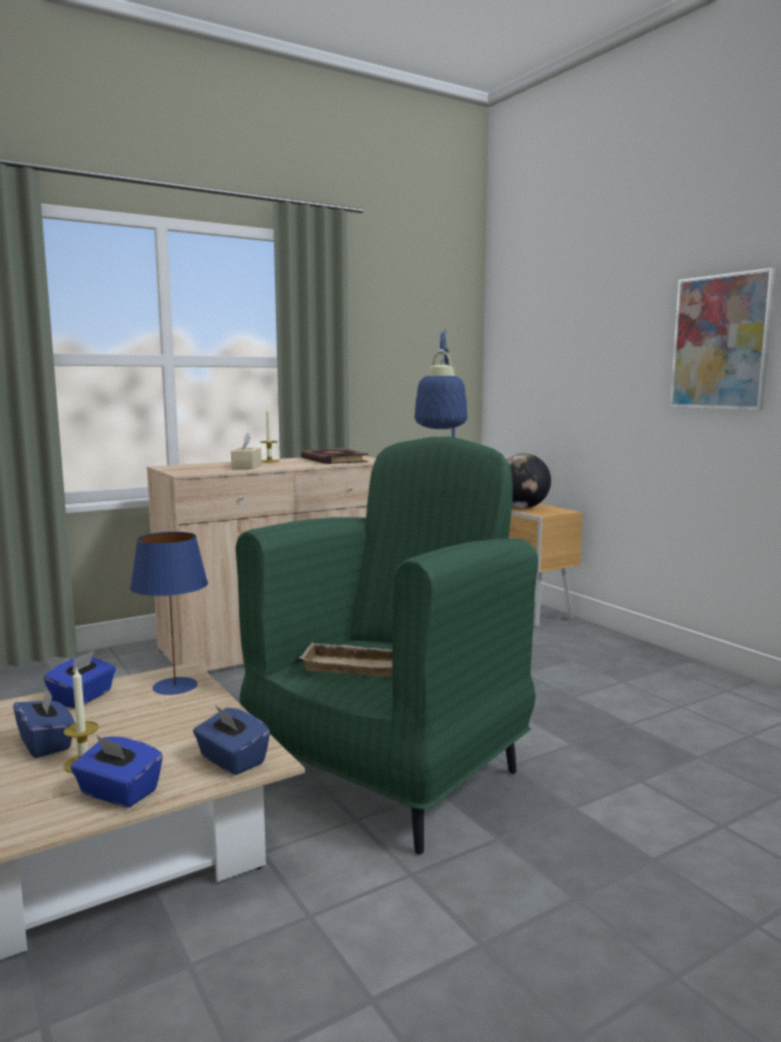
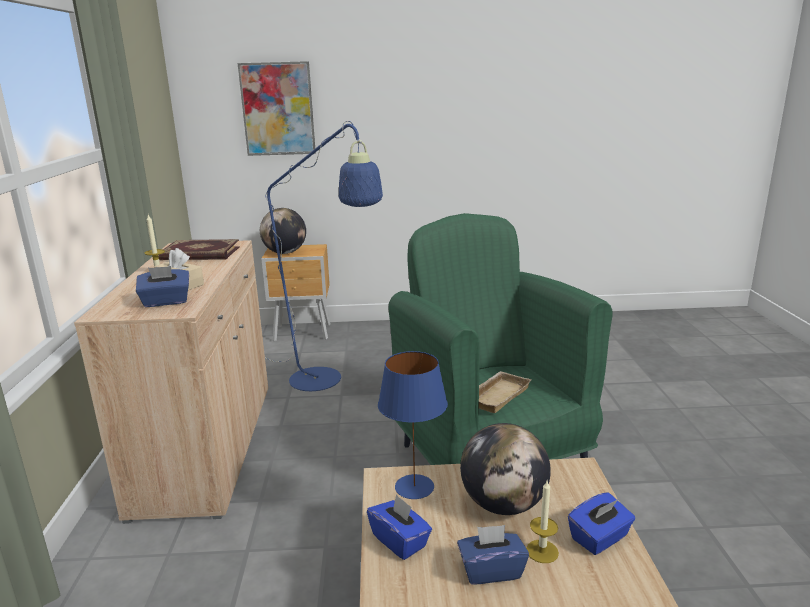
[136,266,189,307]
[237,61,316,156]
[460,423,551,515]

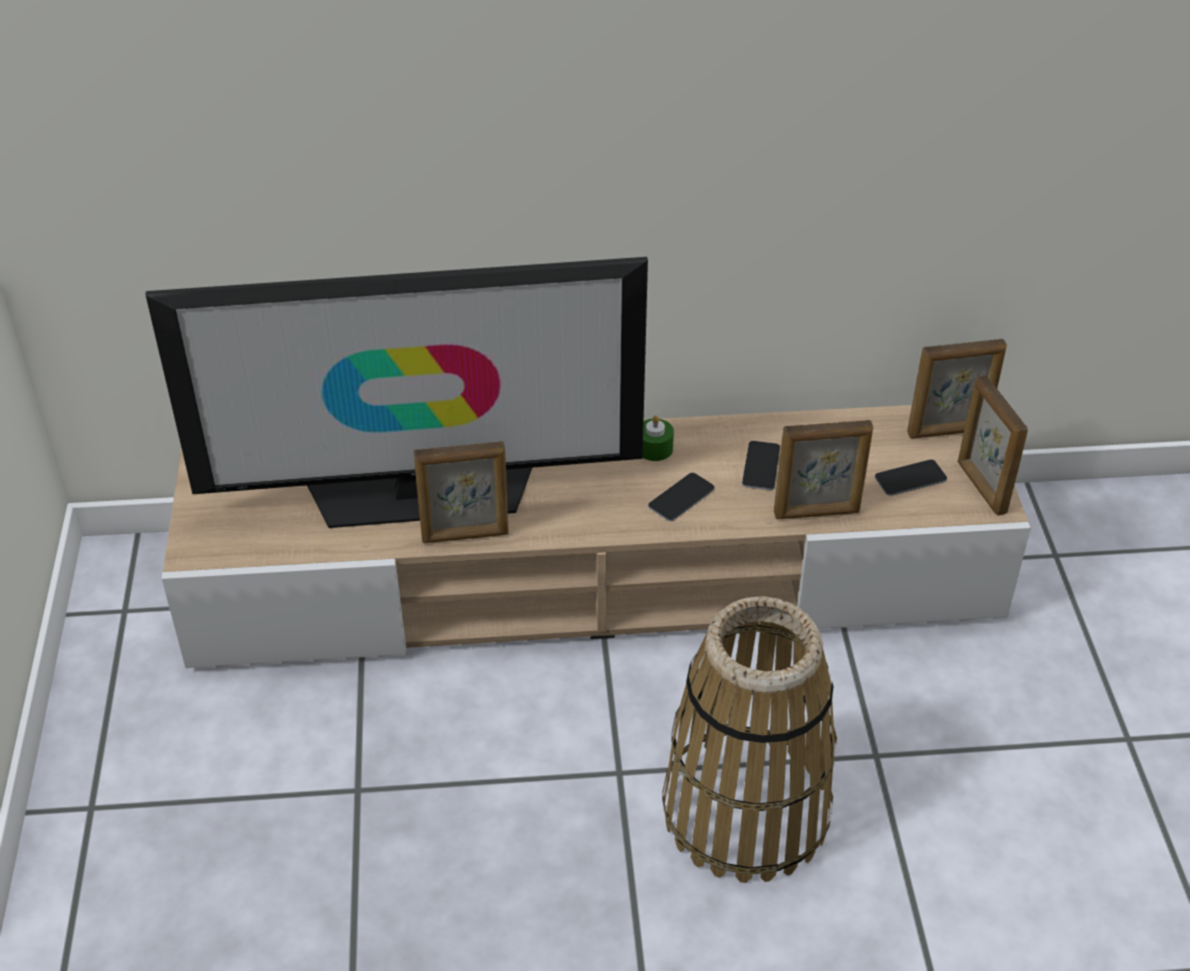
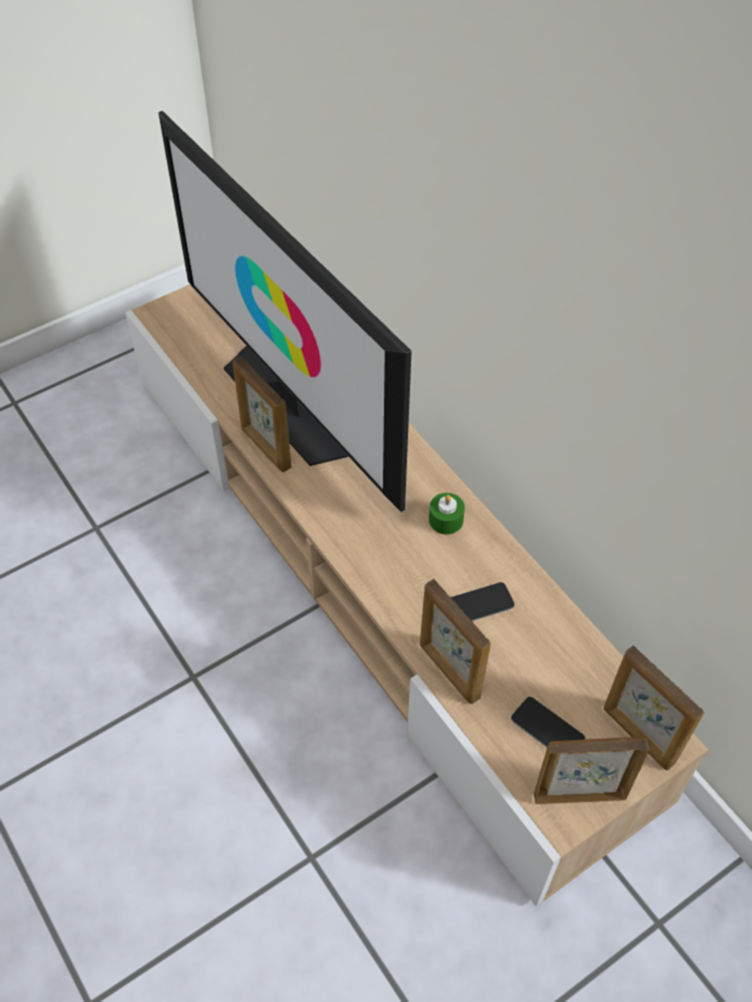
[534,737,649,805]
[648,473,715,521] (first image)
[662,596,837,883] (first image)

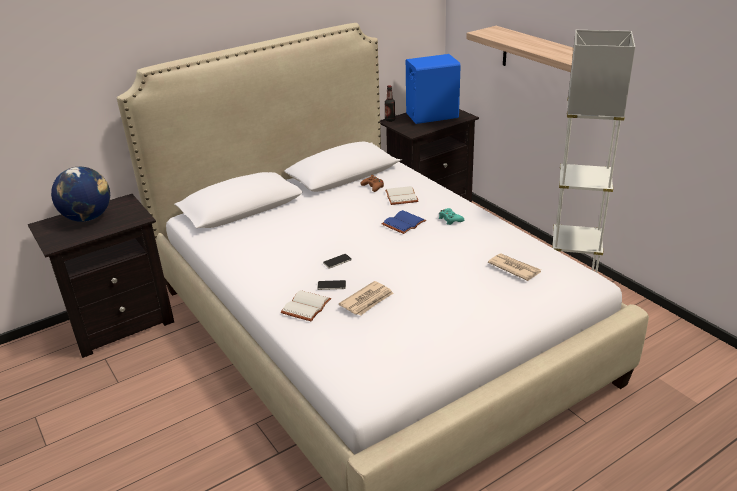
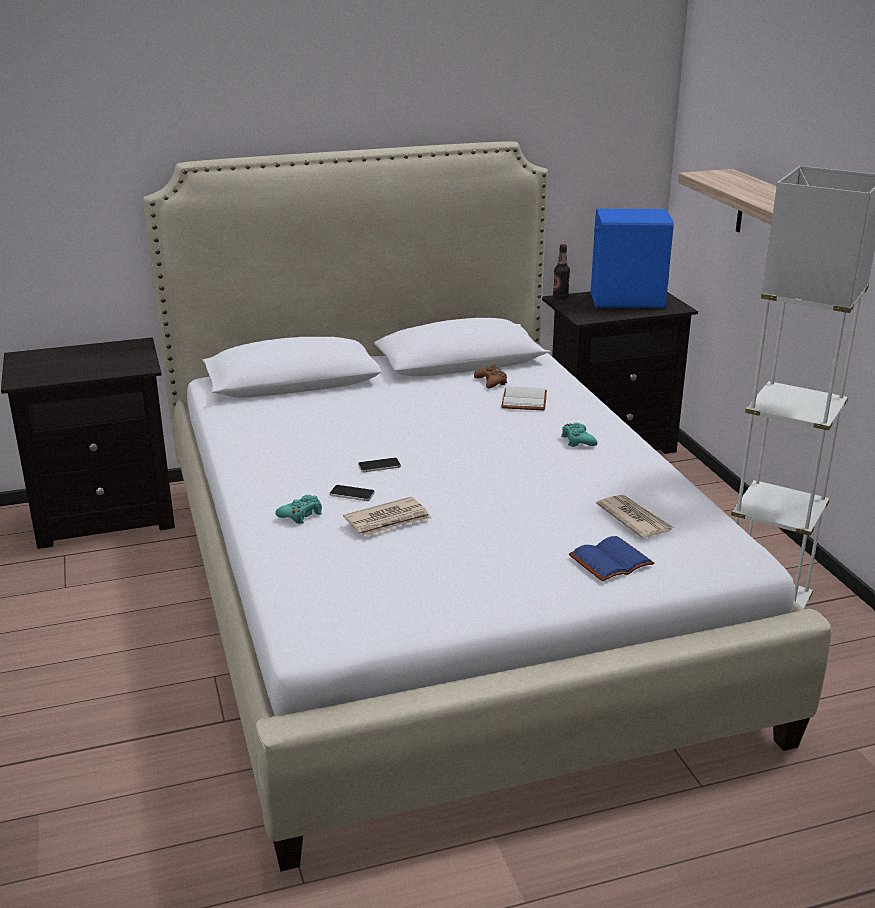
[275,495,322,524]
[569,536,654,582]
[51,167,110,222] (first image)

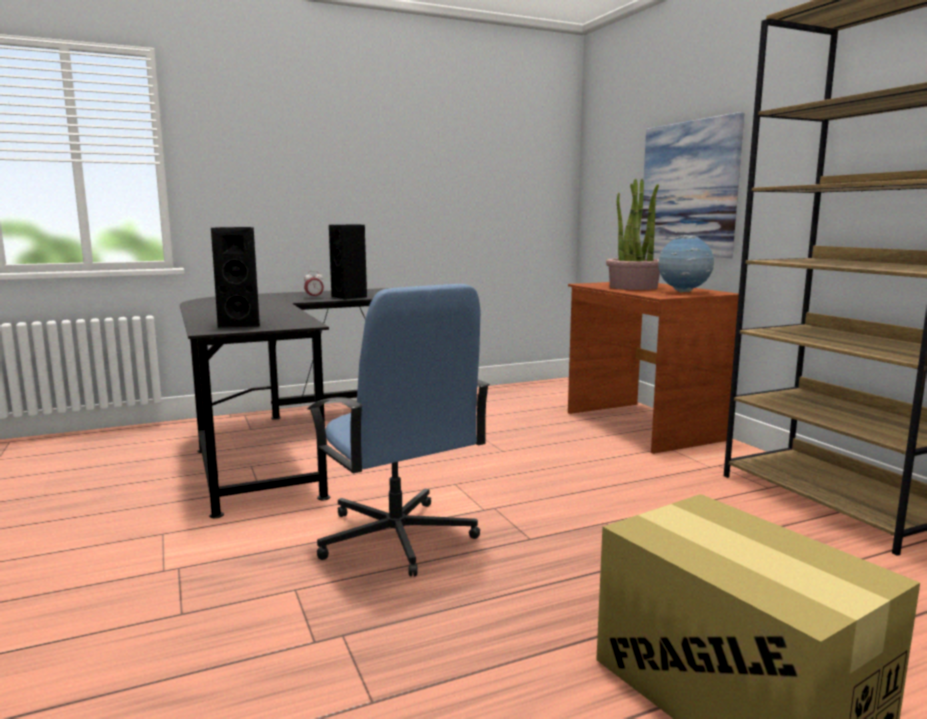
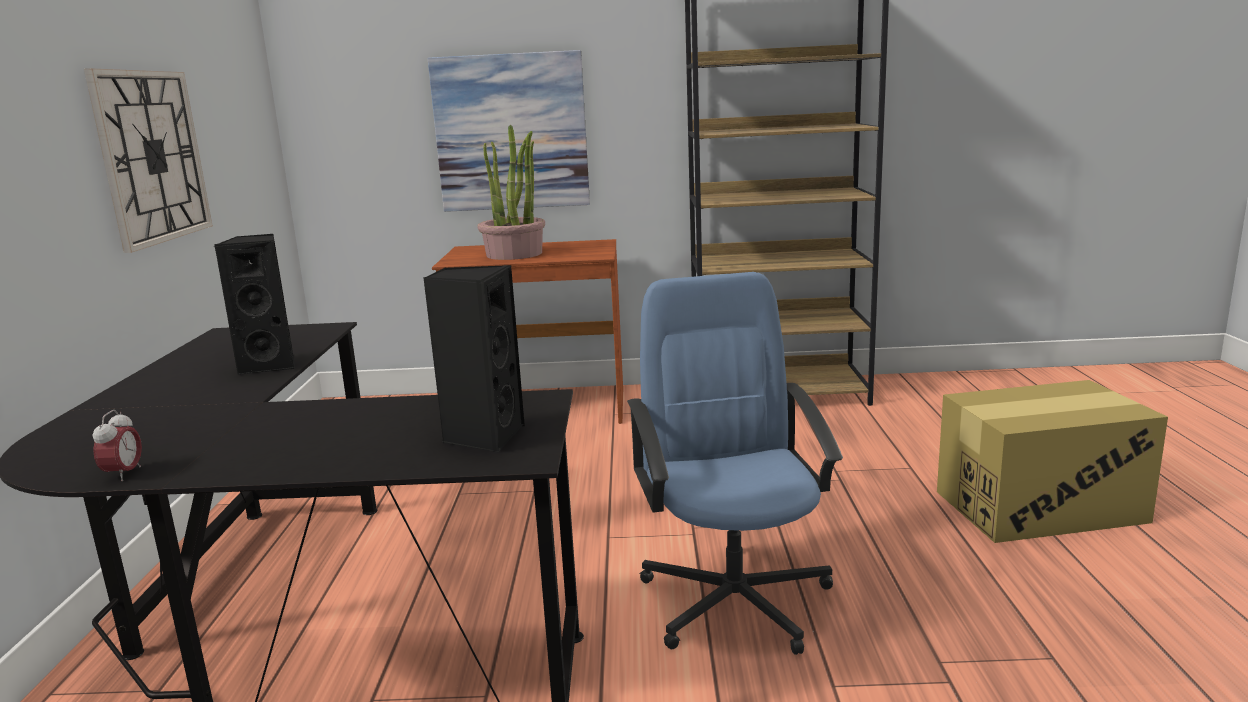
[84,69,213,253]
[92,410,142,481]
[627,272,843,655]
[658,235,714,293] (first image)

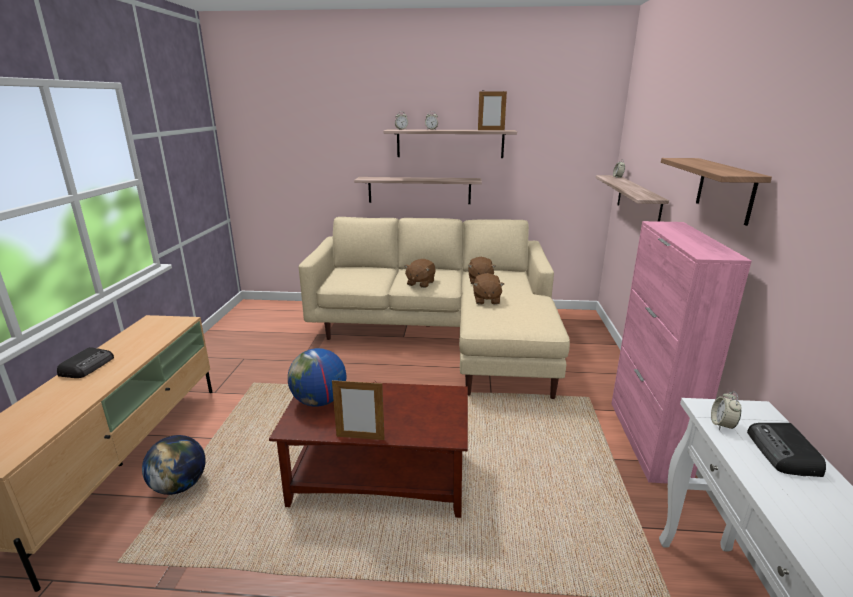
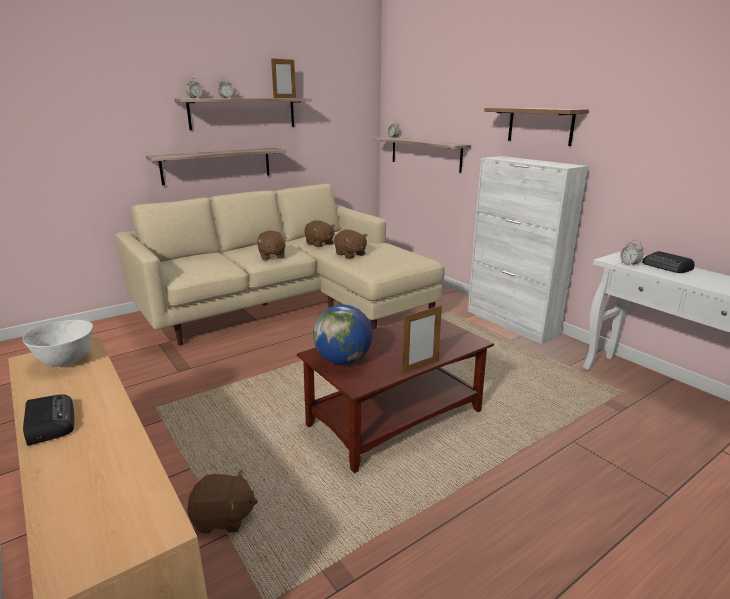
[23,320,93,367]
[187,470,258,534]
[468,156,588,344]

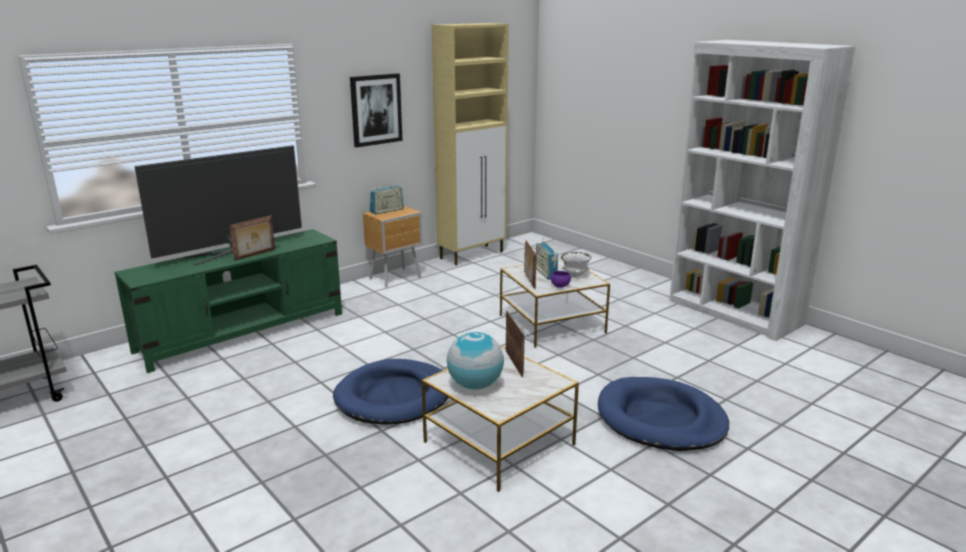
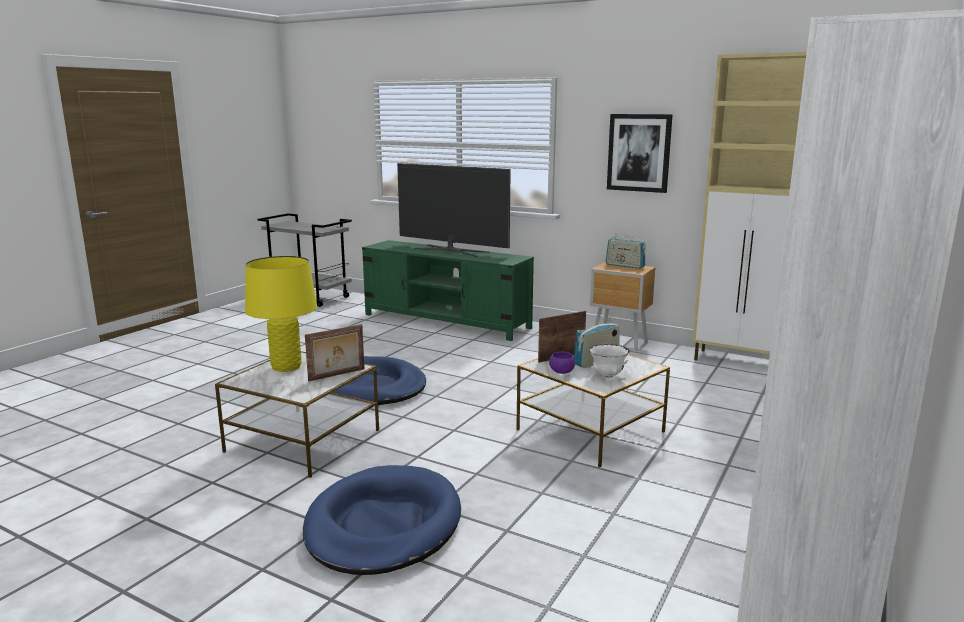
[245,256,317,372]
[230,215,275,261] (first image)

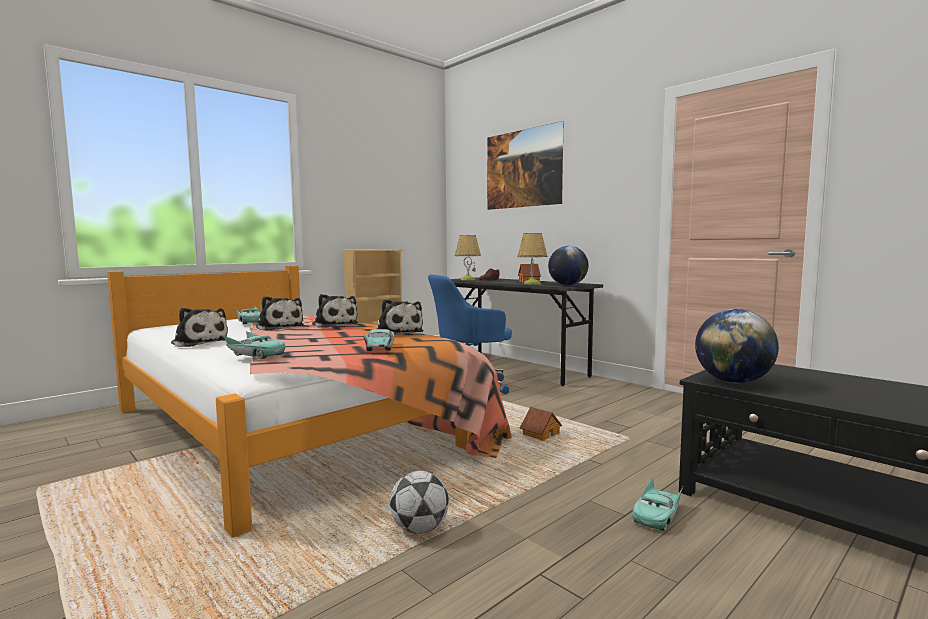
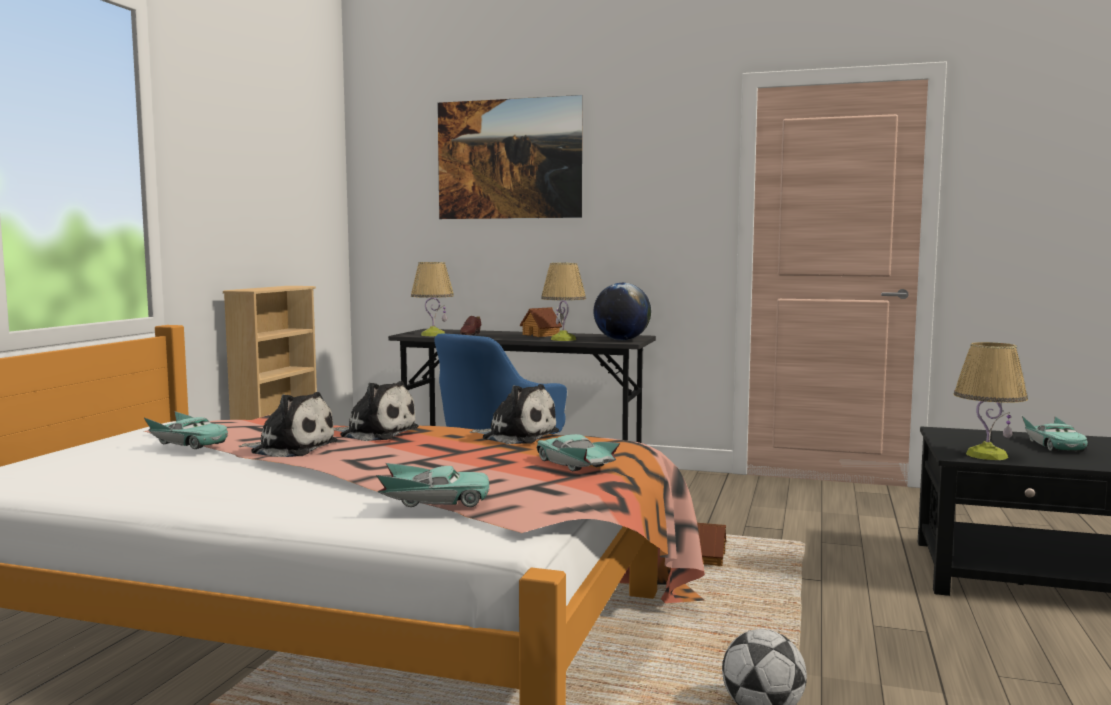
[954,342,1028,460]
[1022,416,1088,452]
[171,308,228,347] (first image)

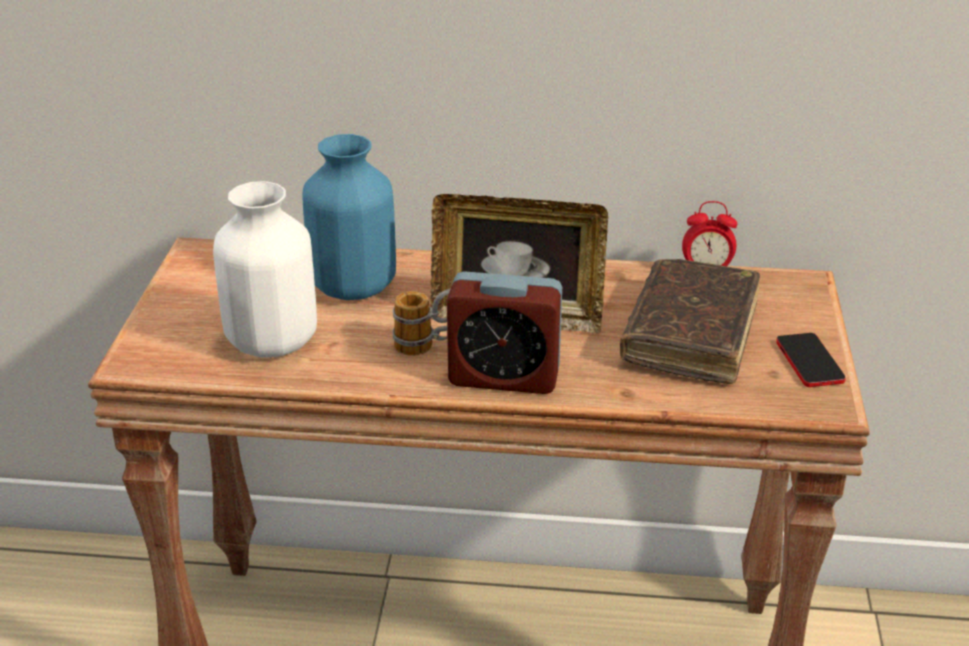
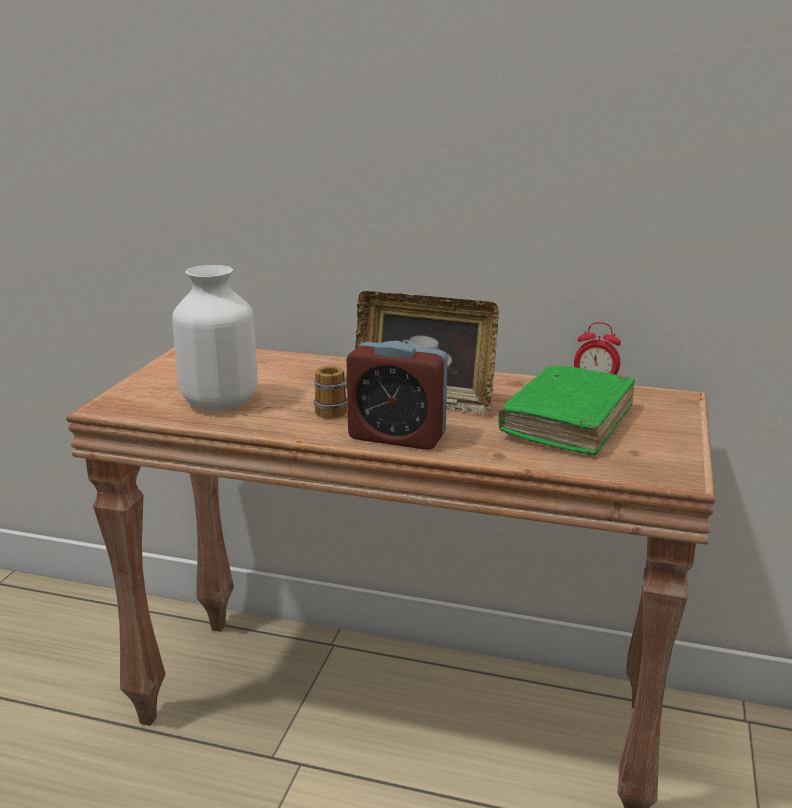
[499,366,635,455]
[303,134,396,300] (first image)
[776,333,845,387] (first image)

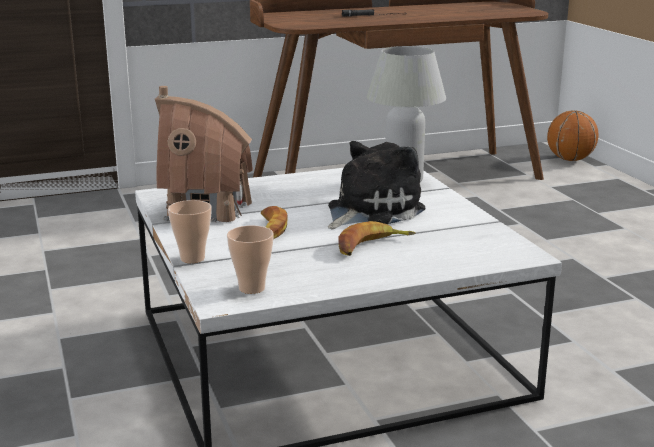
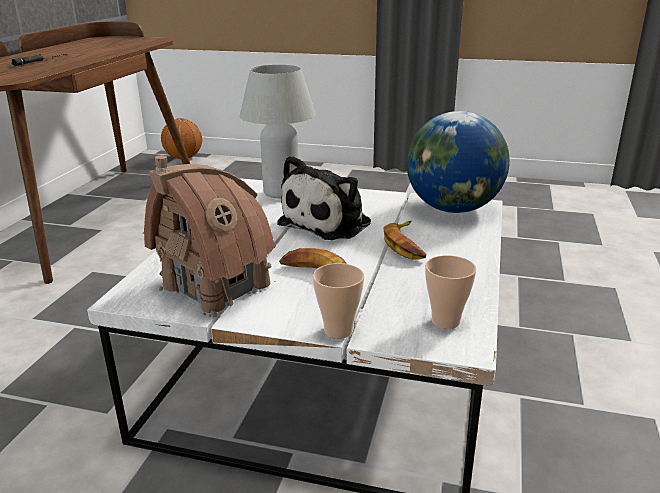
[277,156,371,240]
[407,111,510,213]

